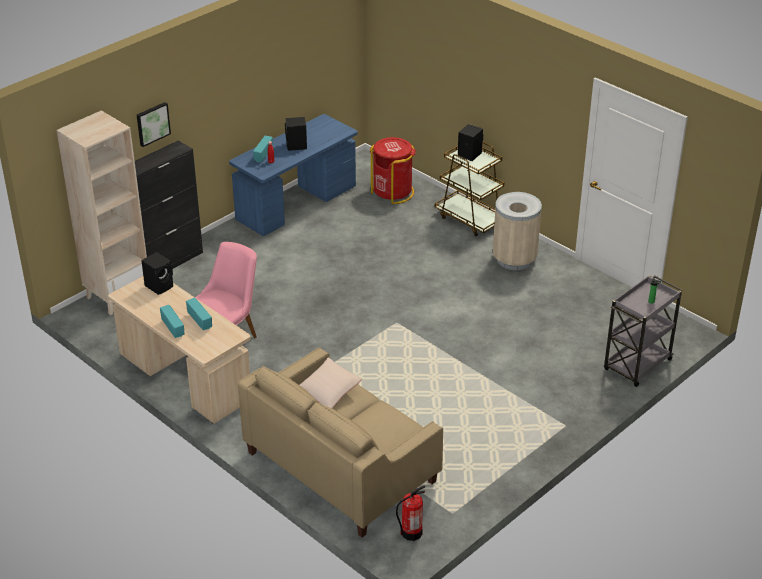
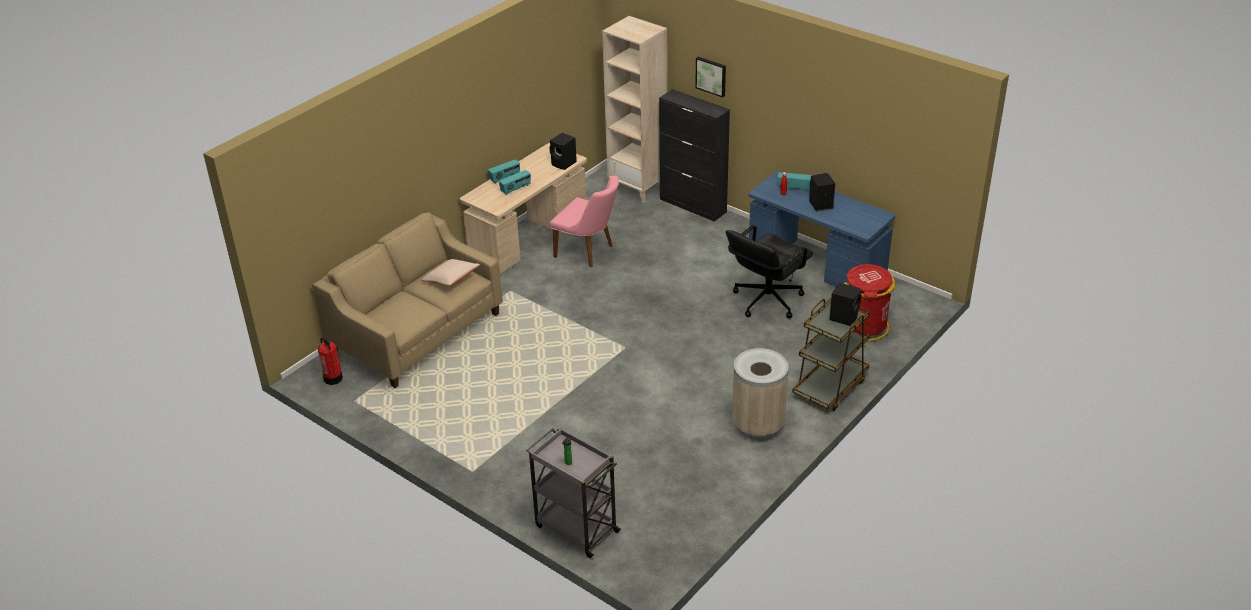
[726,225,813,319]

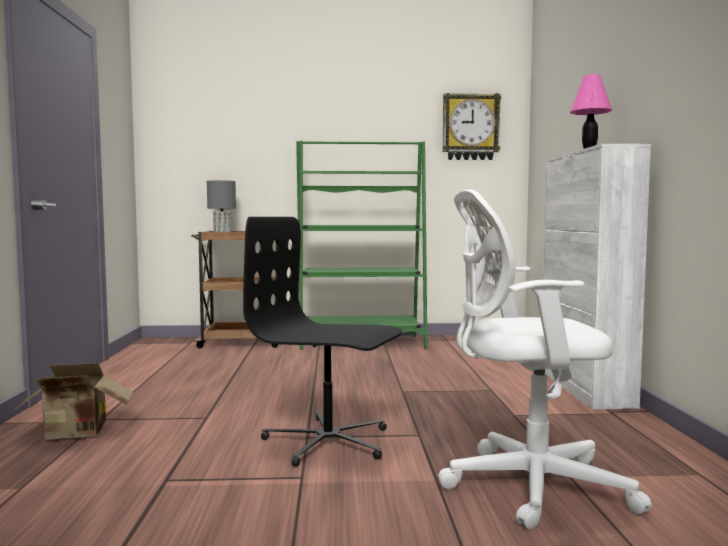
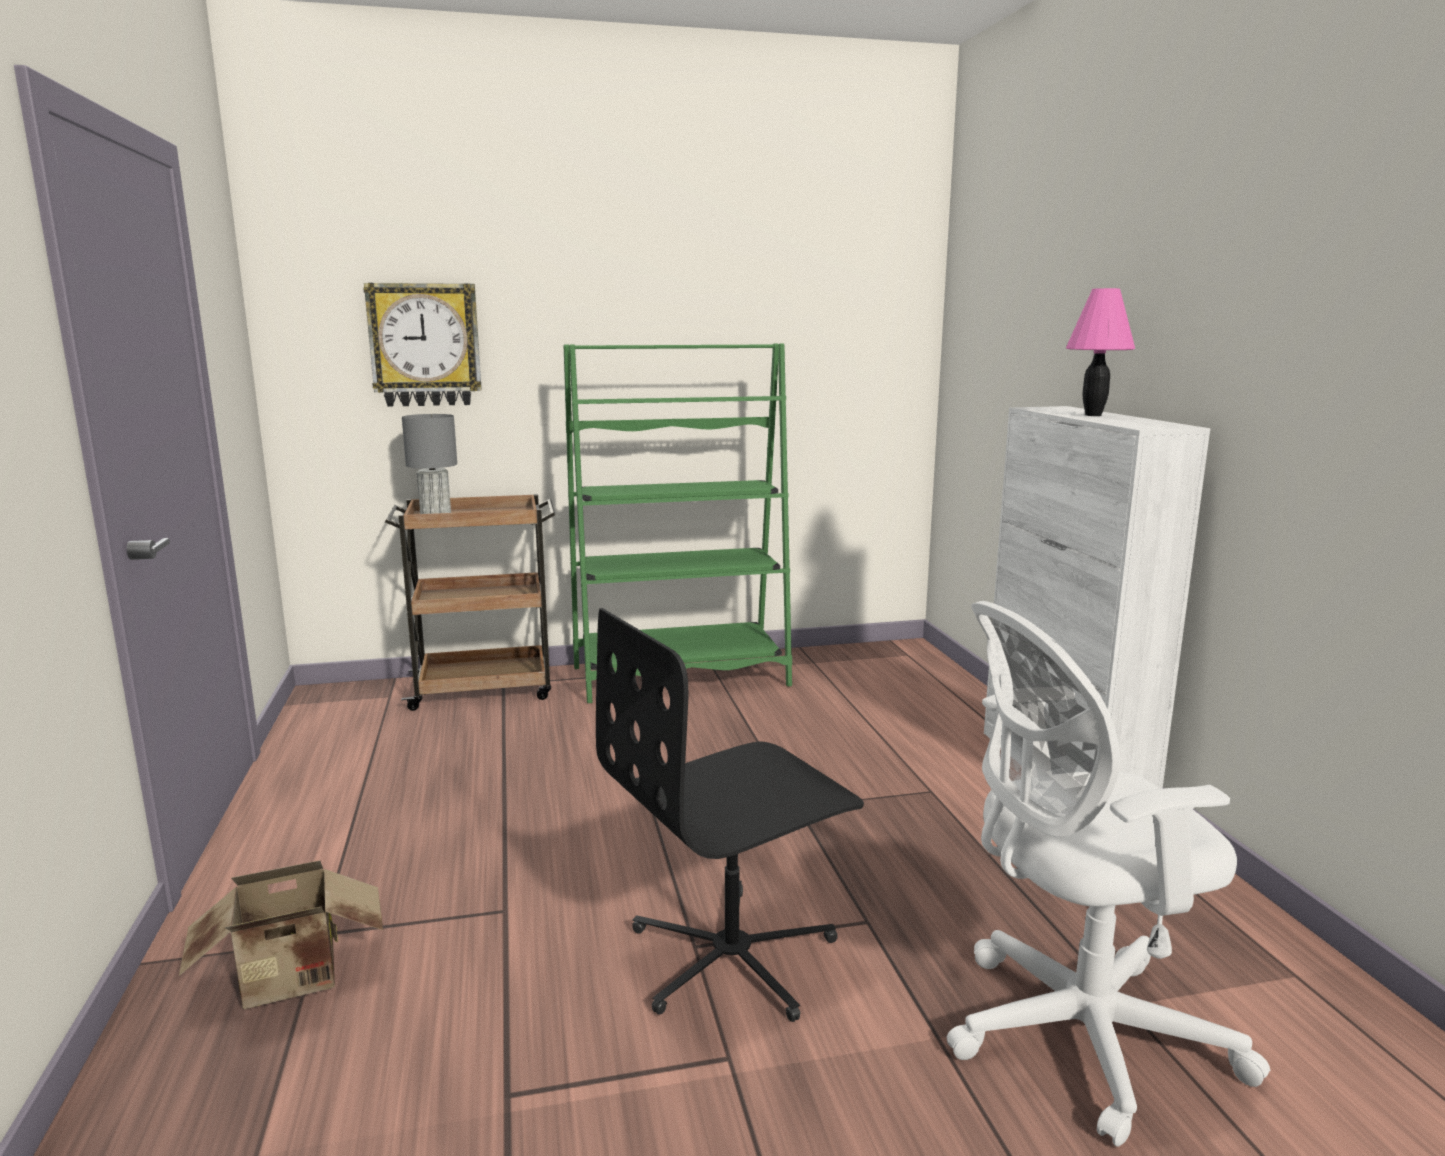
[363,283,482,407]
[596,608,864,1022]

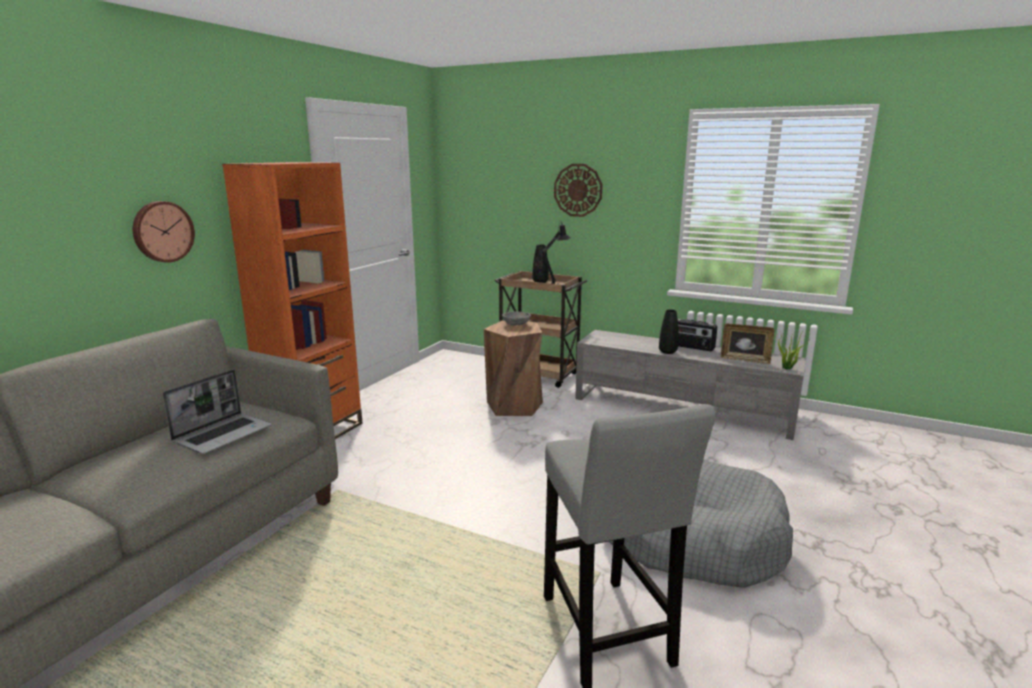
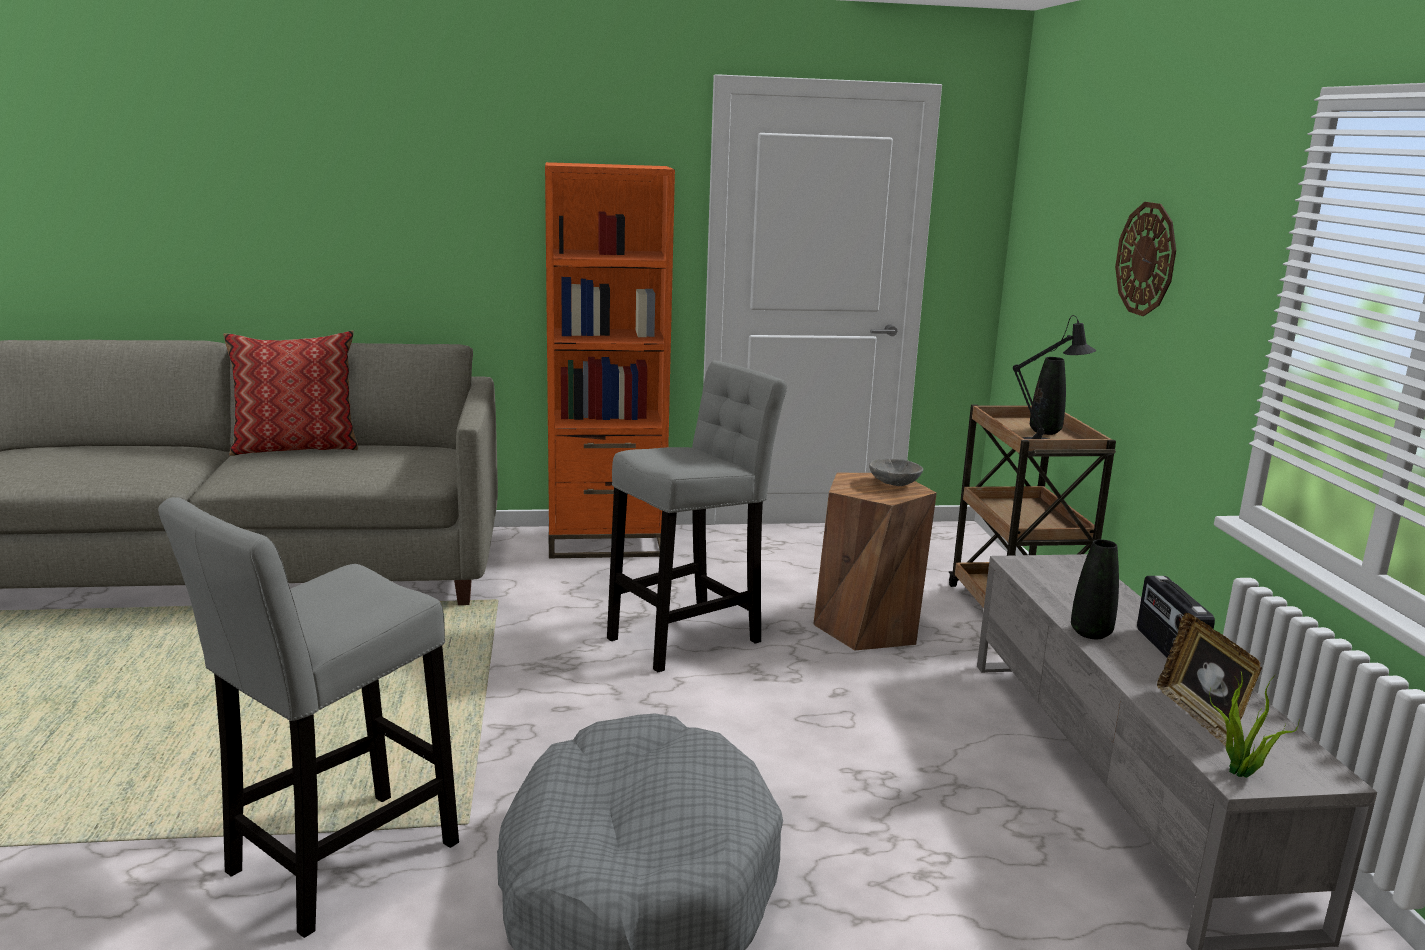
[223,330,358,456]
[607,360,787,672]
[133,201,195,262] (first image)
[163,369,272,454] (first image)

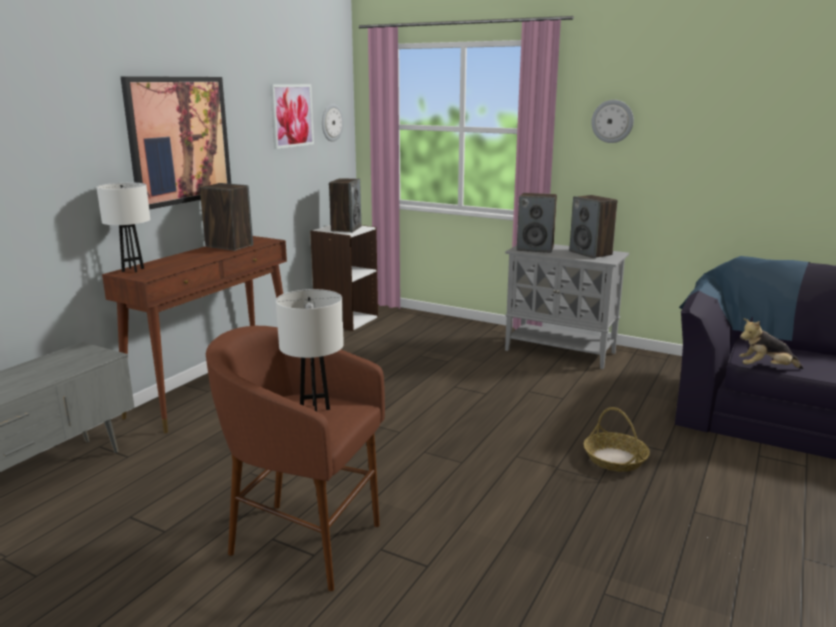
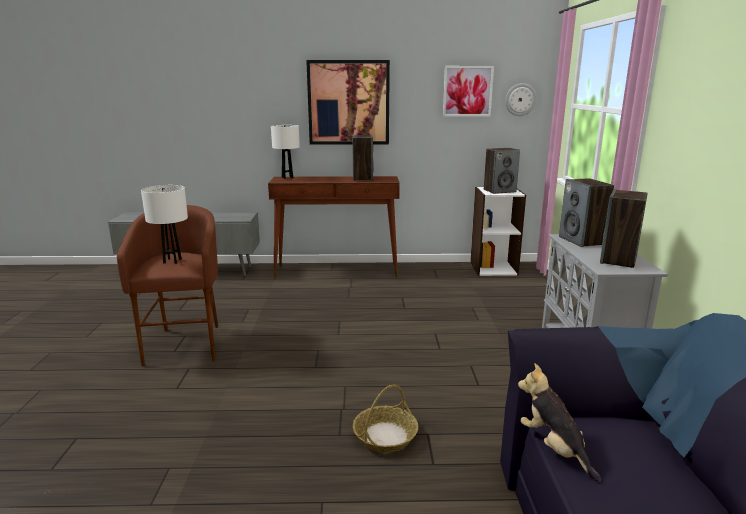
[591,100,634,143] (first image)

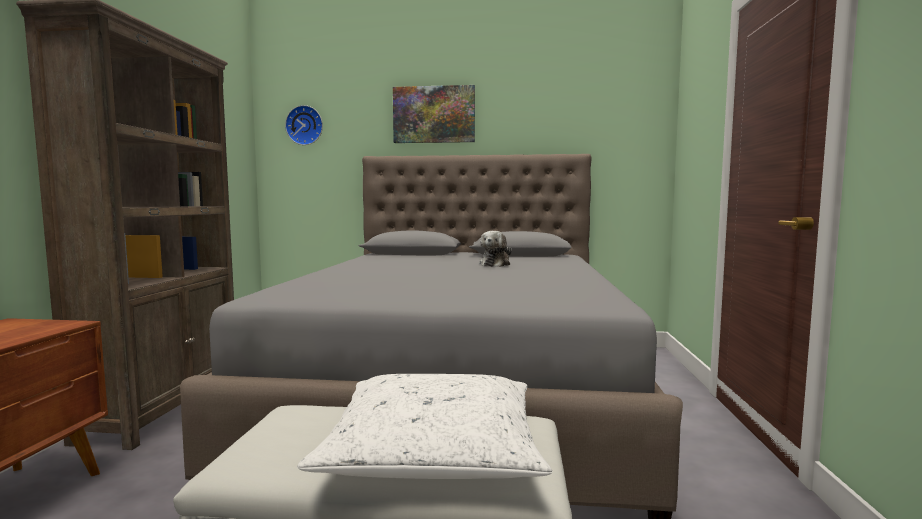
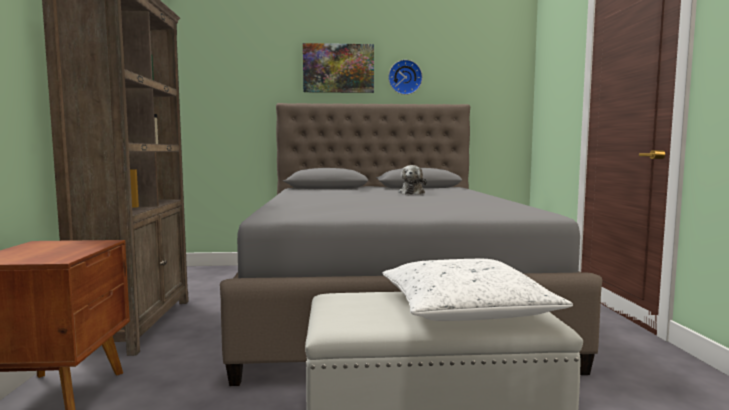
[388,60,423,95]

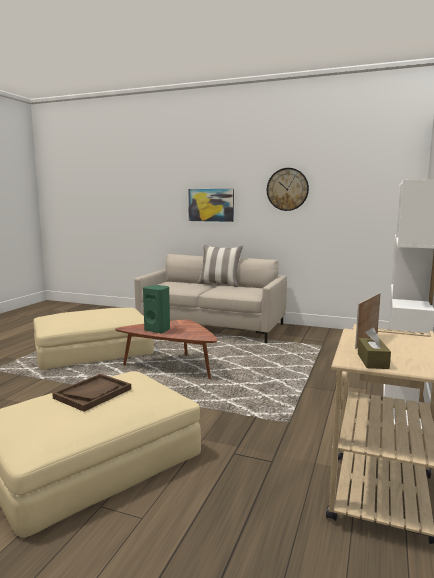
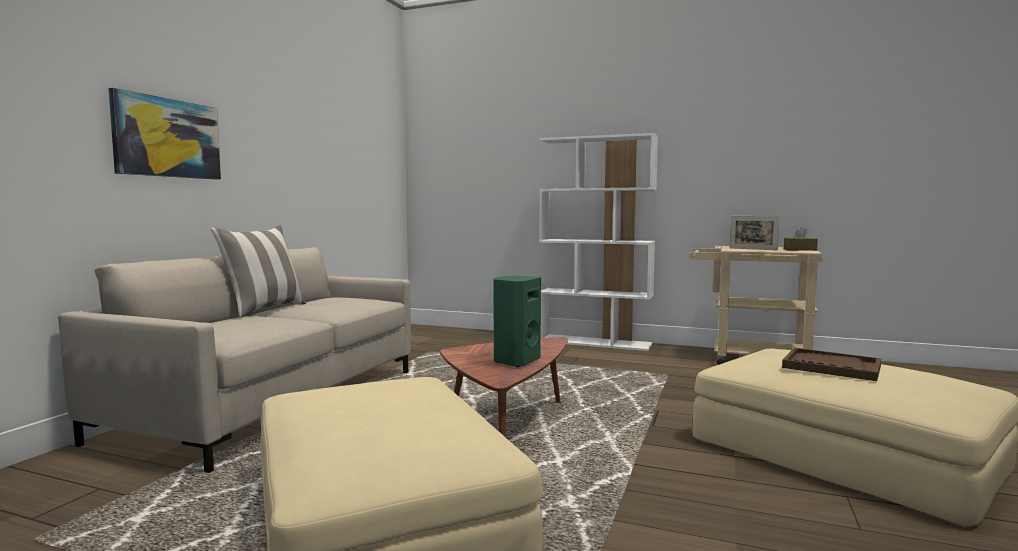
[267,168,309,211] (first image)

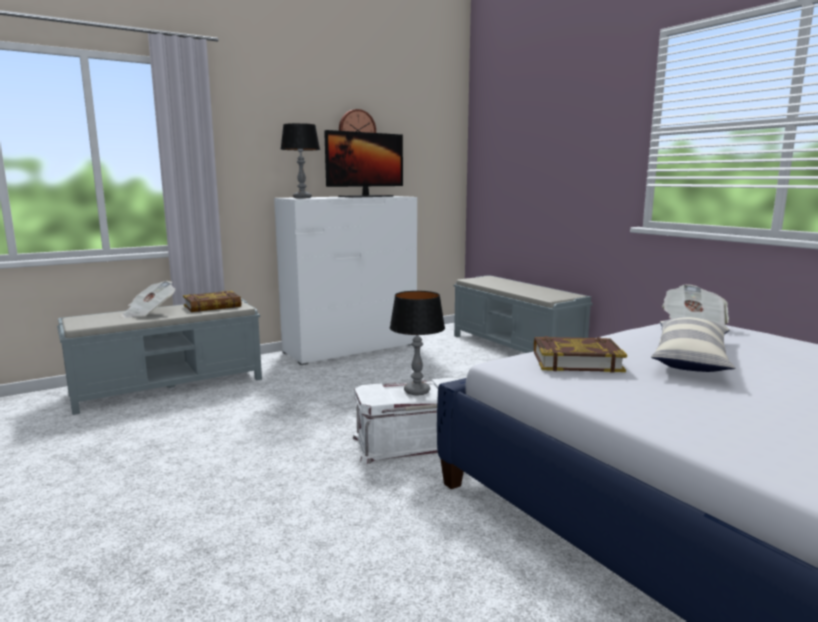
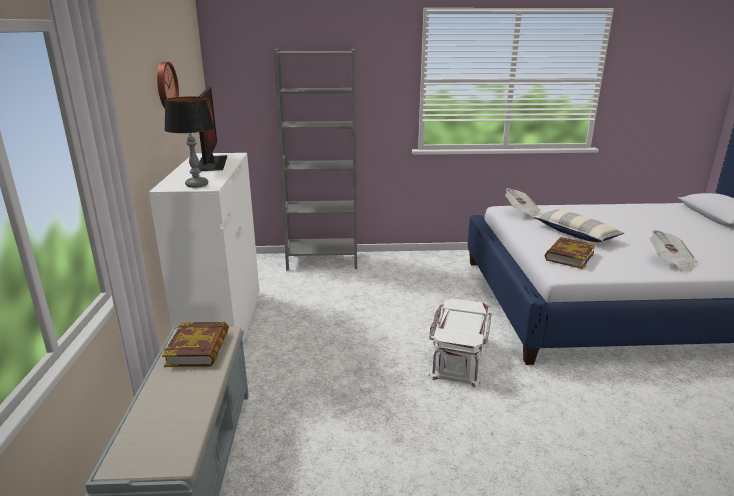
[274,49,357,271]
[650,230,697,273]
[390,291,445,395] (first image)

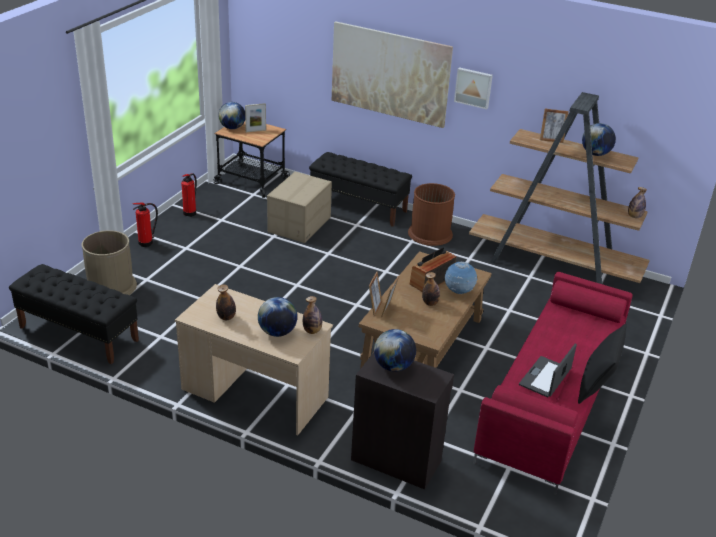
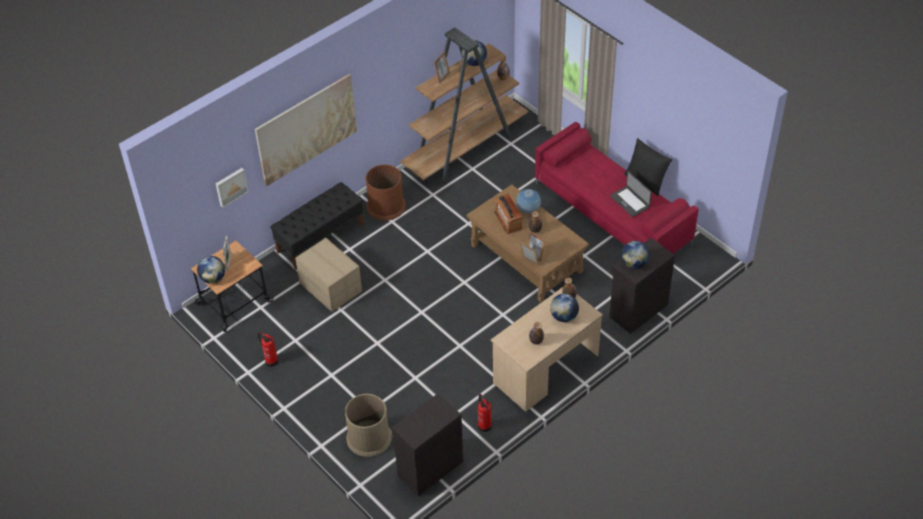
[216,168,249,208]
[391,394,463,496]
[478,394,492,432]

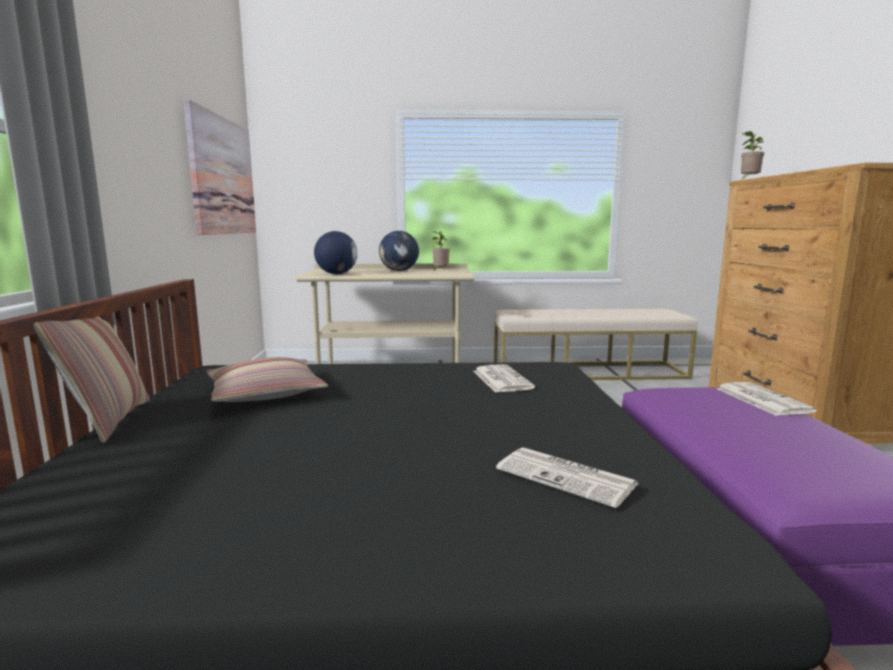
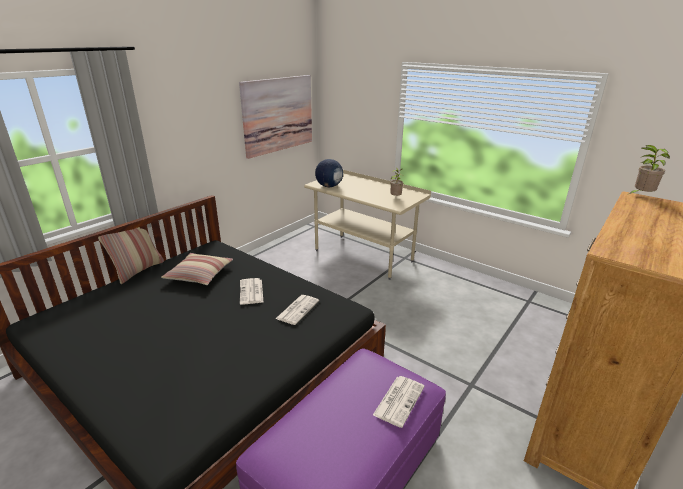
[240,278,264,304]
[379,231,419,271] (first image)
[494,309,698,380] (first image)

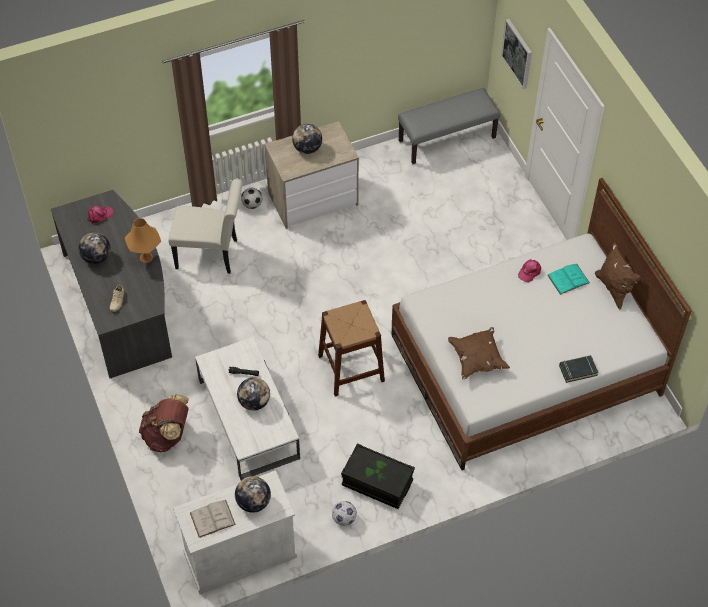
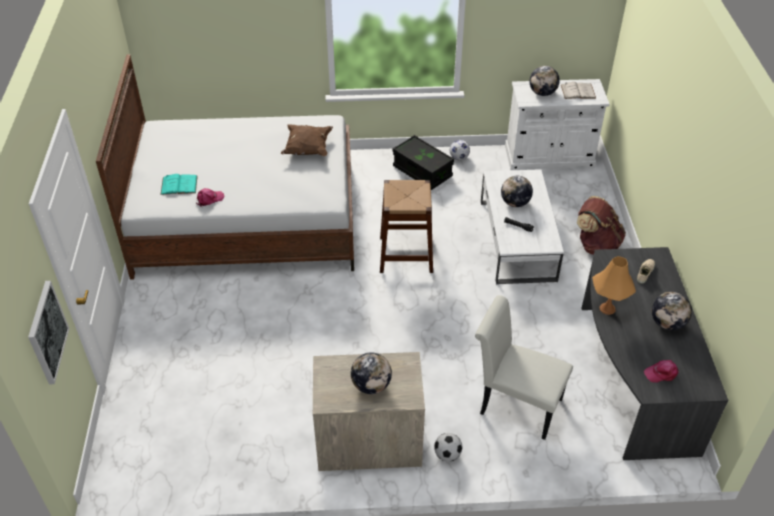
[398,88,500,164] (first image)
[559,355,598,383] (first image)
[595,242,641,310] (first image)

